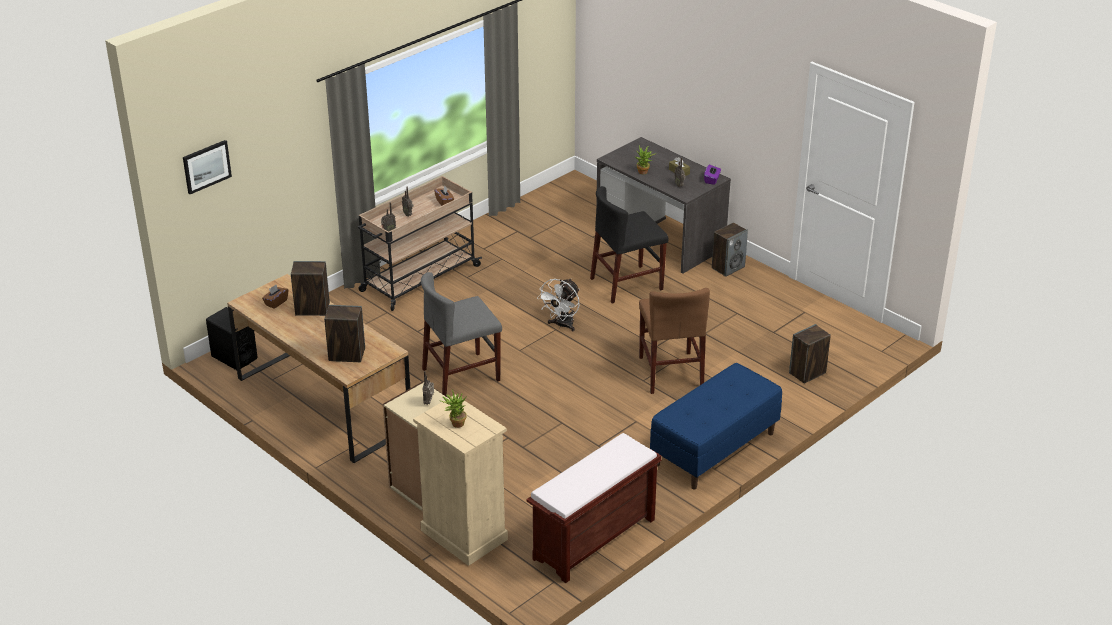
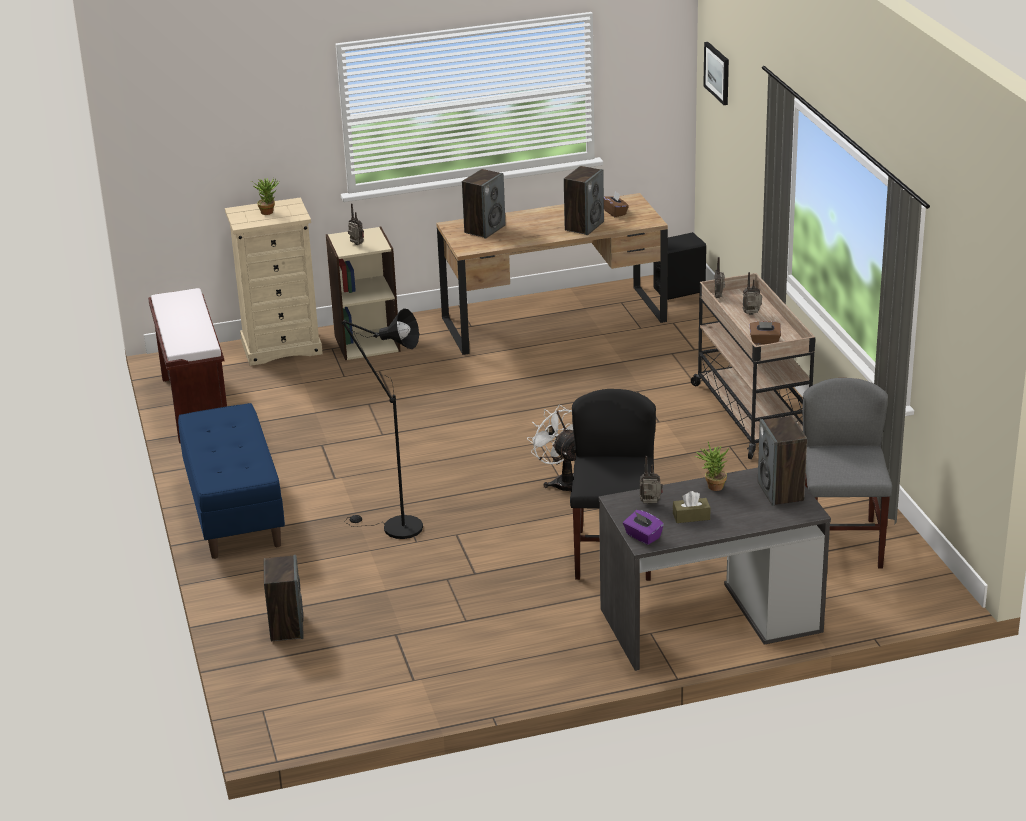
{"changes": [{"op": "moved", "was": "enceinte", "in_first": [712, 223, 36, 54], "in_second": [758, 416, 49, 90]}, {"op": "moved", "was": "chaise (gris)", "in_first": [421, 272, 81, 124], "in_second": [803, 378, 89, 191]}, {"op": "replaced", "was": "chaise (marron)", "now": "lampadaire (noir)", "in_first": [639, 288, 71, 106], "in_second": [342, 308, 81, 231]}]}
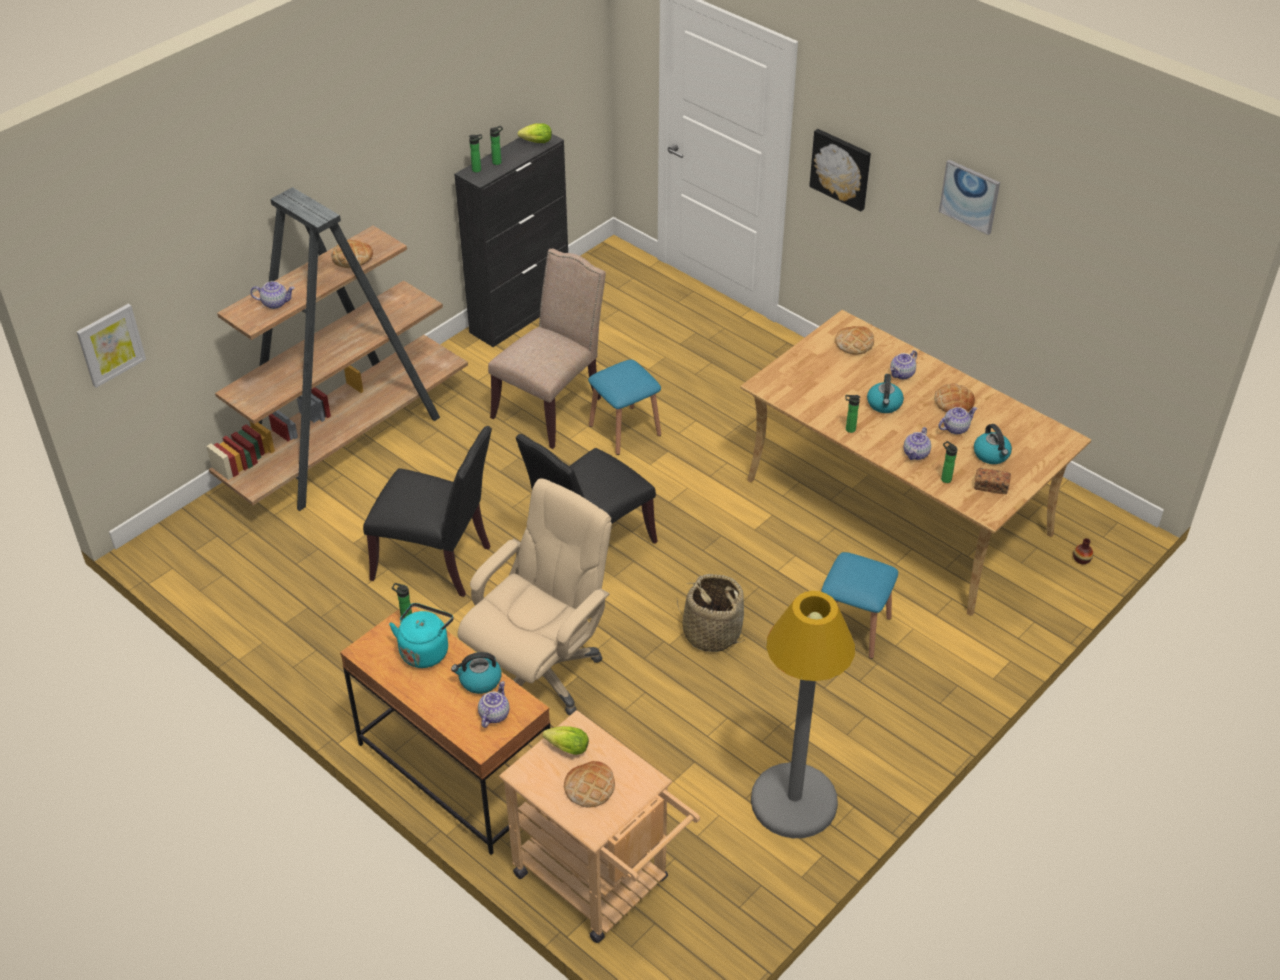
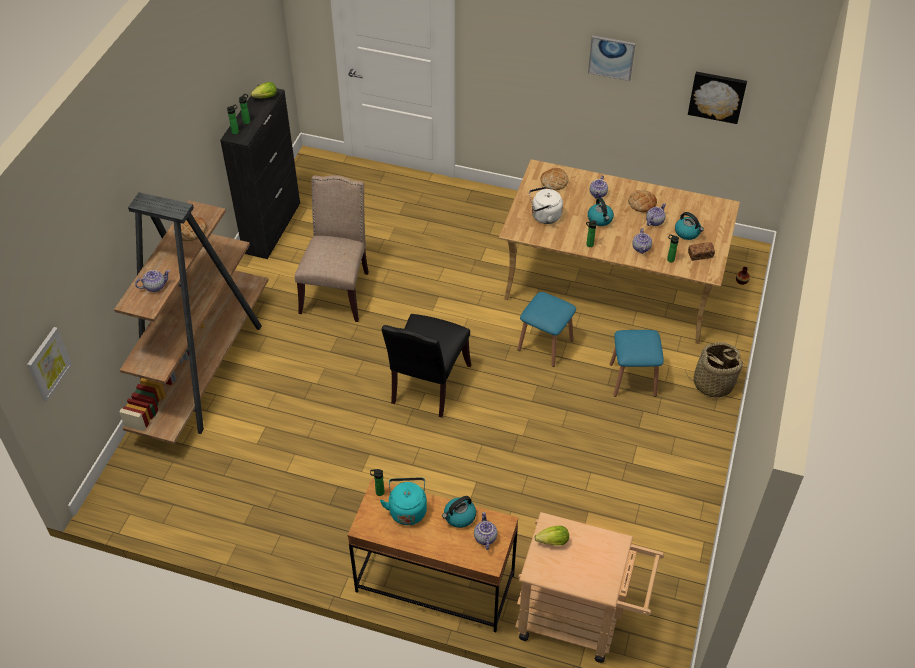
{"changes": [{"op": "moved", "was": "tableau", "in_first": [809, 129, 62, 82], "in_second": [688, 72, 59, 52]}, {"op": "moved", "was": "tabouret (bleu)", "in_first": [588, 360, 73, 95], "in_second": [517, 292, 59, 75]}, {"op": "removed", "was": "chaise (noir)", "in_first": [363, 426, 129, 171]}, {"op": "removed", "was": "chaise de bureau (beige)", "in_first": [457, 478, 155, 237]}, {"op": "moved", "was": "panier", "in_first": [677, 574, 68, 78], "in_second": [685, 342, 60, 56]}, {"op": "removed", "was": "lampadaire (gris)", "in_first": [751, 591, 104, 247]}, {"op": "removed", "was": "pain", "in_first": [564, 761, 51, 46]}, {"op": "added", "now": "bouilloire (blanc)", "in_second": [529, 186, 34, 38]}]}
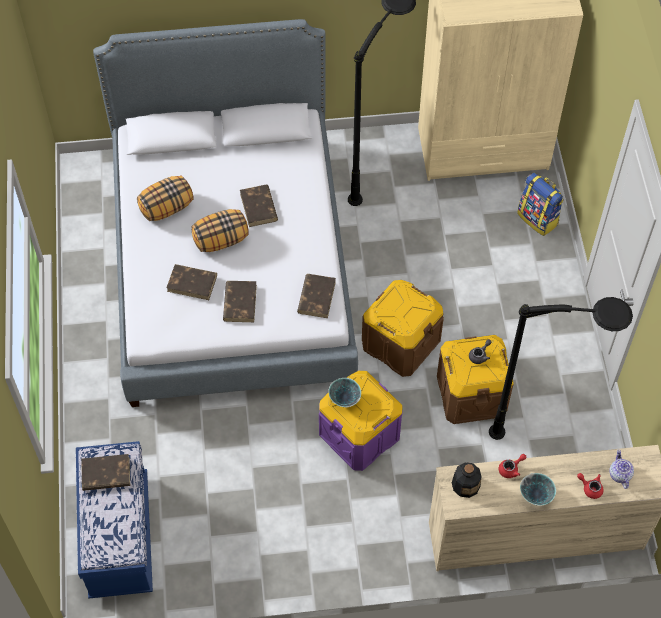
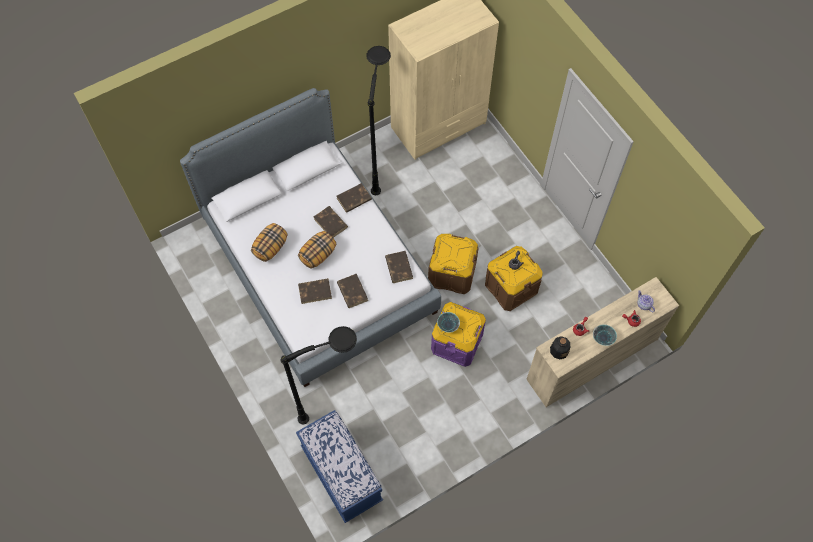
{"changes": [{"op": "removed", "was": "sac à dos", "in_first": [517, 173, 47, 63]}, {"op": "moved", "was": "lampadaire (noir)", "in_first": [489, 297, 144, 143], "in_second": [281, 326, 76, 98]}, {"op": "moved", "was": "livre (marron)", "in_first": [81, 454, 49, 37], "in_second": [337, 183, 35, 30]}]}
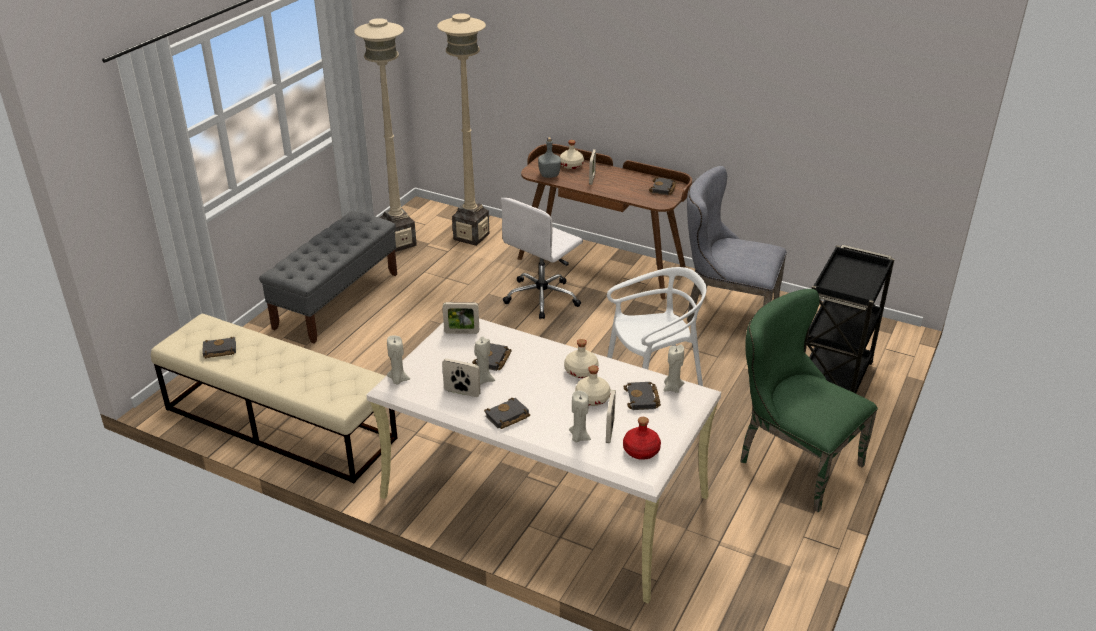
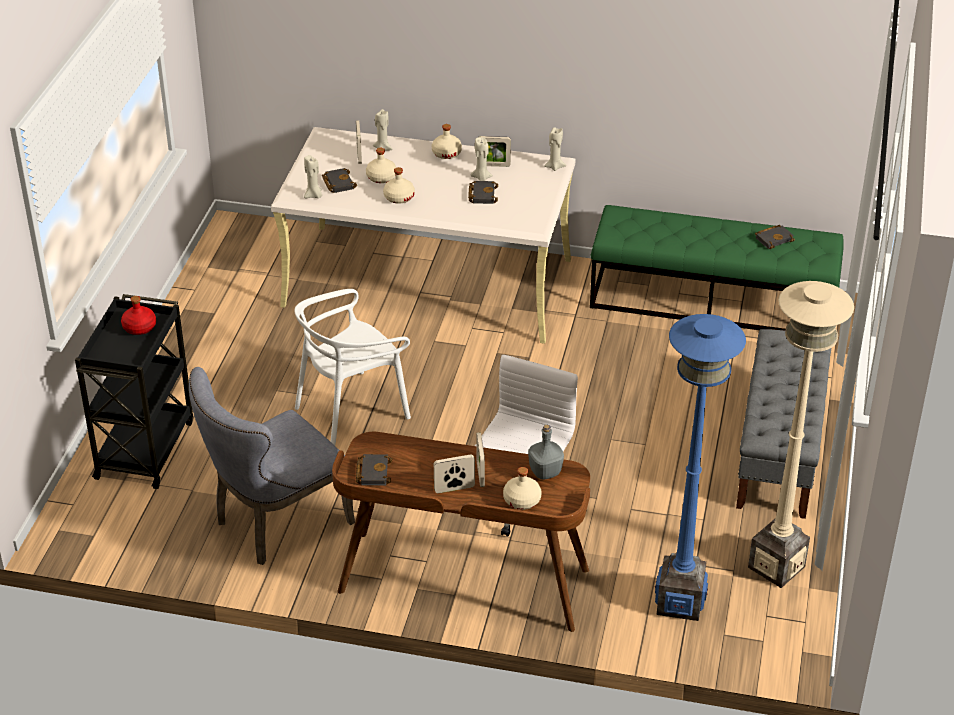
{"changes": [{"op": "recoloured", "was": "lampadaire (beige)", "now": "lampadaire (bleu)", "in_first": [437, 13, 52, 233], "in_second": [655, 314, 91, 307]}, {"op": "turned", "was": "chaise (gris)", "in_first": [687, 166, 100, 157], "in_second": [189, 367, 166, 198], "clockwise": 135}, {"op": "removed", "was": "chaise (vert)", "in_first": [741, 289, 137, 223]}, {"op": "moved", "was": "cadre photo", "in_first": [443, 302, 36, 32], "in_second": [434, 454, 41, 39]}, {"op": "recoloured", "was": "banc (beige)", "now": "banc (vert)", "in_first": [151, 314, 247, 169], "in_second": [590, 205, 254, 125]}, {"op": "replaced", "was": "livre (noir)", "now": "bouteille (beige)", "in_first": [484, 398, 46, 31], "in_second": [432, 124, 30, 35]}, {"op": "moved", "was": "bouteille (rouge)", "in_first": [623, 417, 38, 43], "in_second": [121, 296, 35, 39]}]}
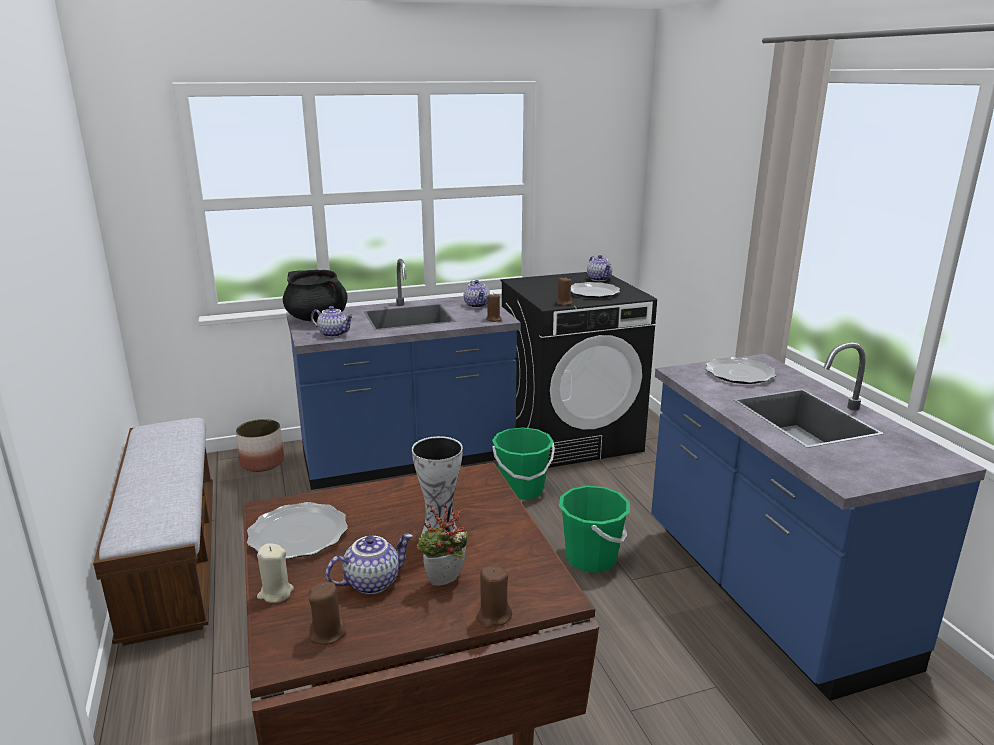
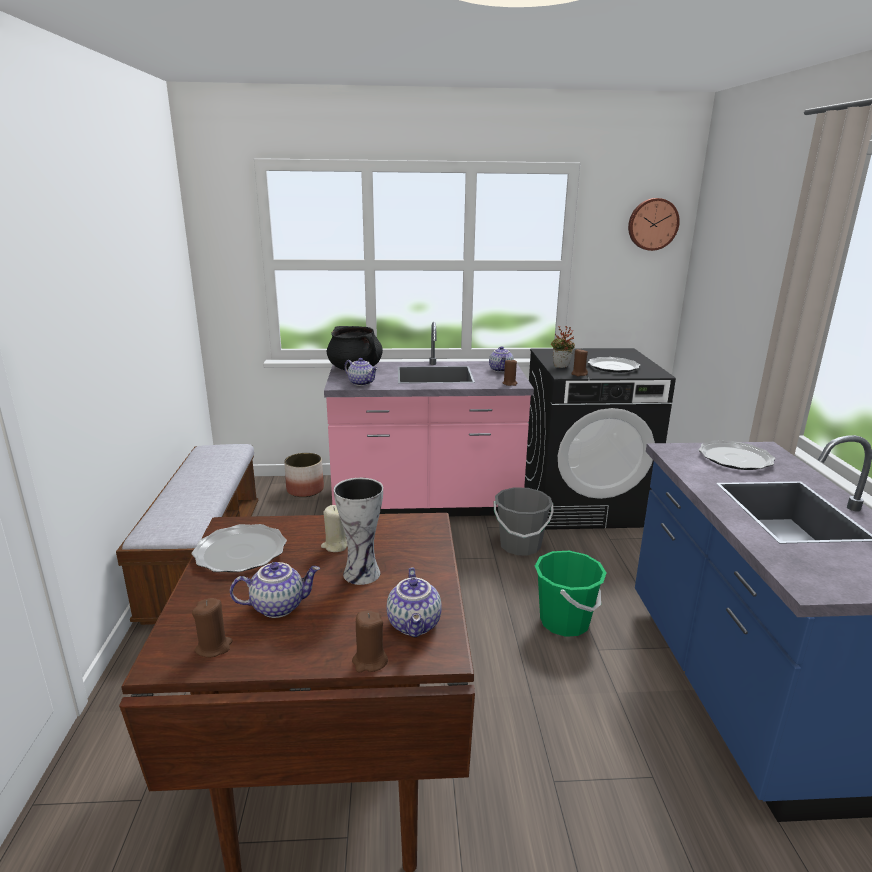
{"changes": [{"op": "moved", "was": "théière", "in_first": [587, 255, 25, 26], "in_second": [387, 567, 55, 70]}, {"op": "recoloured", "was": "comptoir de cuisine (bleu)", "now": "comptoir de cuisine (rose)", "in_first": [286, 259, 235, 231], "in_second": [324, 322, 210, 194]}, {"op": "recoloured", "was": "seau (vert)", "now": "seau (gris)", "in_first": [492, 427, 63, 73], "in_second": [494, 487, 59, 69]}, {"op": "moved", "was": "plante en pot", "in_first": [417, 504, 51, 82], "in_second": [551, 326, 24, 42]}, {"op": "moved", "was": "bougie (beige)", "in_first": [257, 543, 37, 60], "in_second": [321, 505, 27, 47]}, {"op": "added", "now": "horloge murale", "in_second": [628, 198, 52, 53]}]}
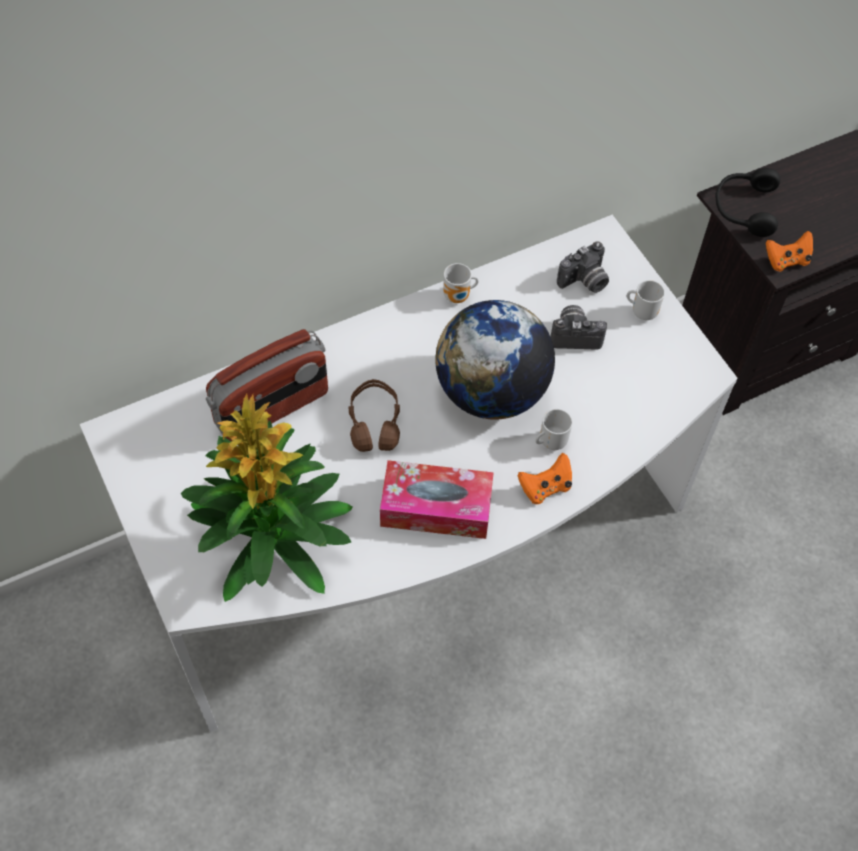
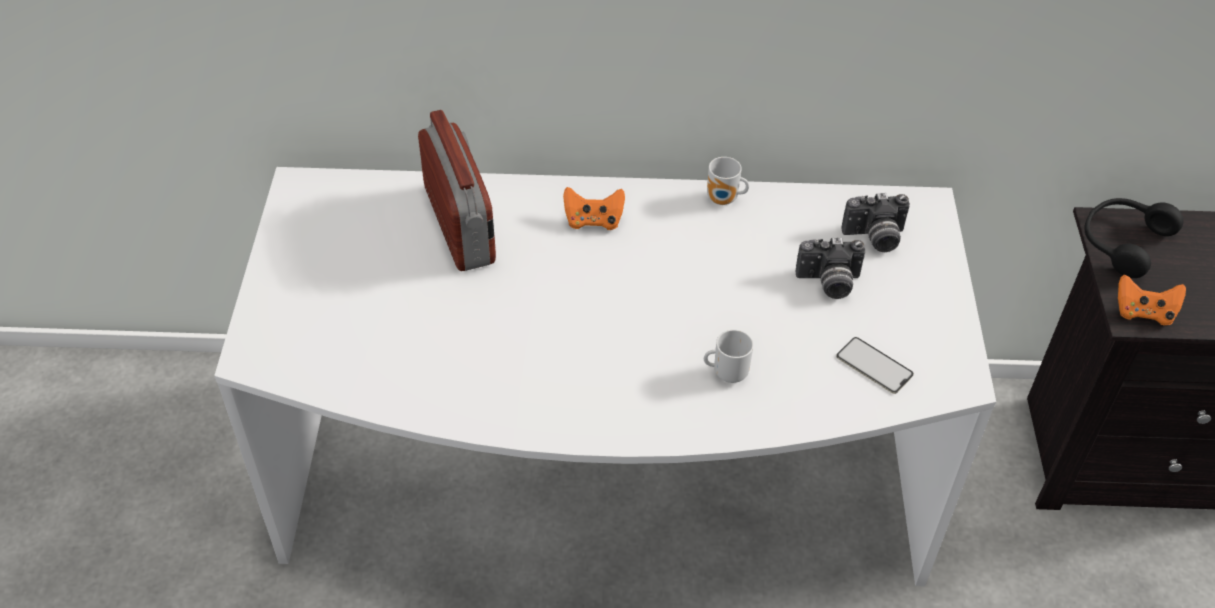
{"changes": [{"op": "removed", "was": "mug", "in_first": [627, 280, 38, 40]}, {"op": "removed", "was": "globe", "in_first": [435, 300, 120, 120]}, {"op": "turned", "was": "appareil photo", "in_first": [550, 305, 57, 45], "in_second": [795, 238, 70, 61], "clockwise": 150}, {"op": "turned", "was": "radio", "in_first": [206, 329, 122, 112], "in_second": [418, 110, 78, 161], "clockwise": -105}, {"op": "removed", "was": "casque audio (marron)", "in_first": [348, 379, 52, 73]}, {"op": "removed", "was": "plante en pot", "in_first": [181, 393, 172, 209]}, {"op": "moved", "was": "manette (orange)", "in_first": [517, 453, 55, 51], "in_second": [563, 187, 62, 43]}, {"op": "removed", "was": "boîte à mouchoirs", "in_first": [380, 460, 114, 79]}, {"op": "added", "now": "téléphone", "in_second": [836, 337, 78, 57]}]}
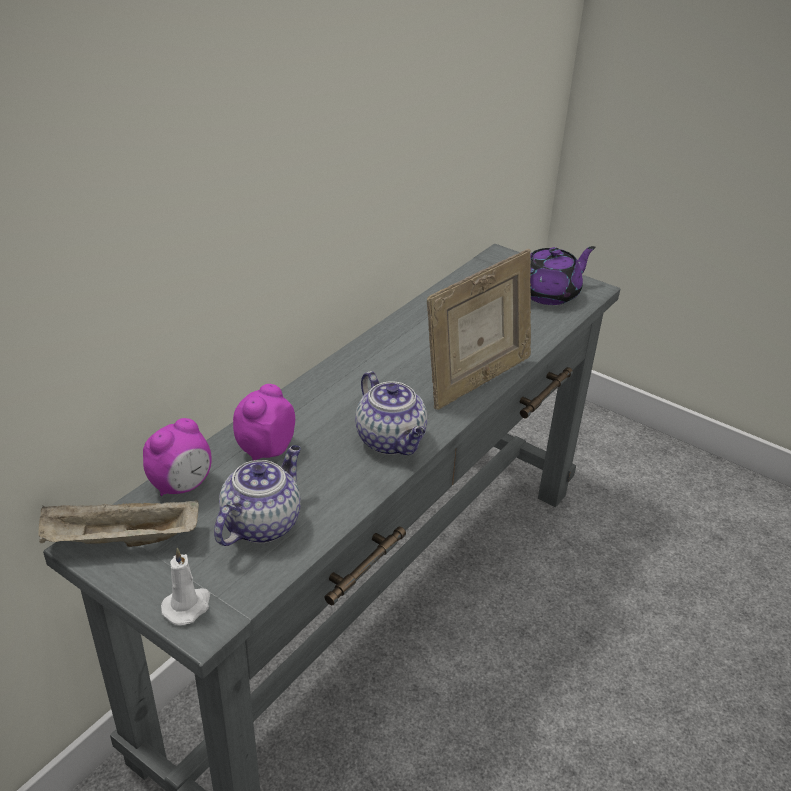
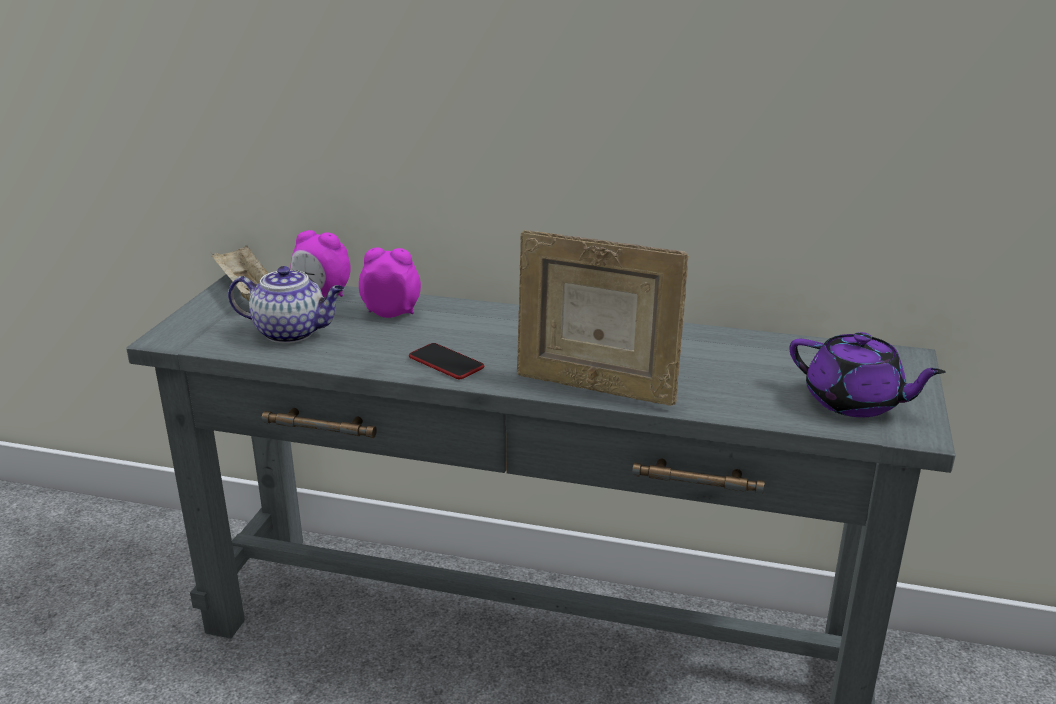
{"changes": [{"op": "replaced", "was": "théière", "now": "téléphone", "in_first": [355, 371, 72, 84], "in_second": [409, 343, 75, 36]}, {"op": "removed", "was": "bougie (blanc)", "in_first": [161, 547, 49, 79]}]}
